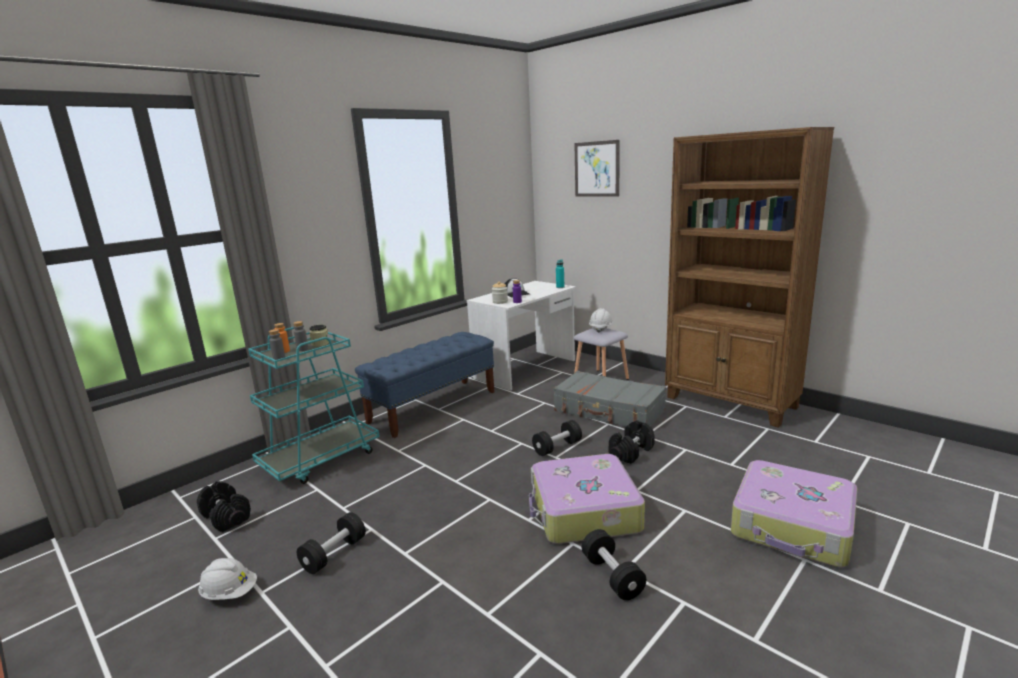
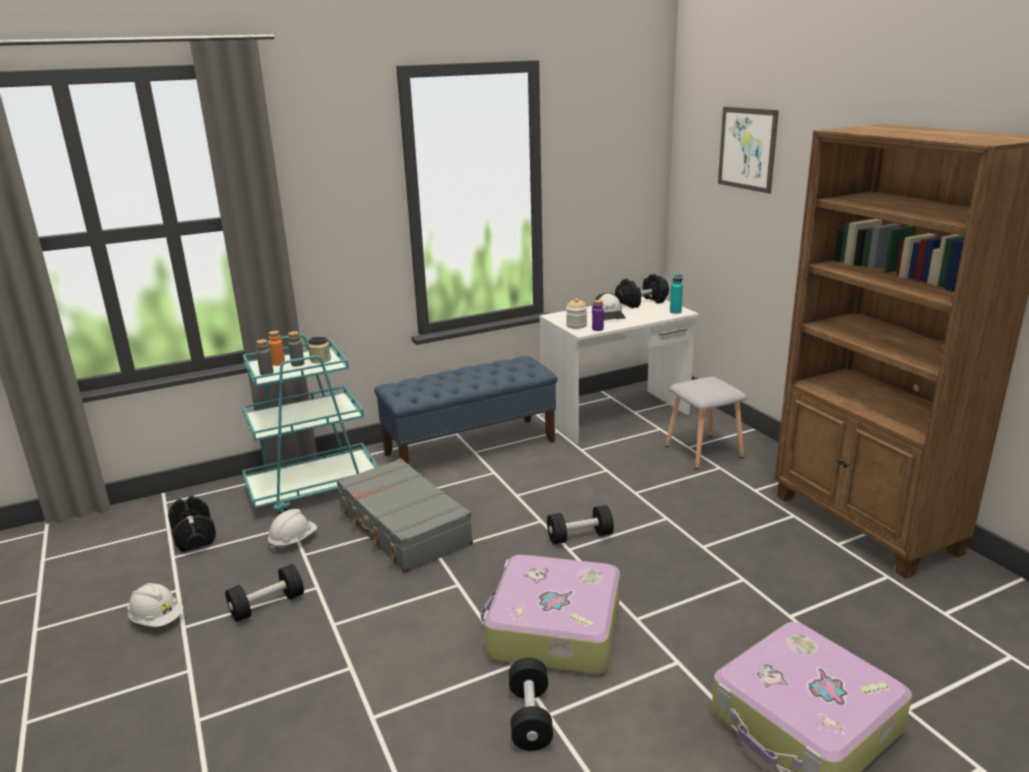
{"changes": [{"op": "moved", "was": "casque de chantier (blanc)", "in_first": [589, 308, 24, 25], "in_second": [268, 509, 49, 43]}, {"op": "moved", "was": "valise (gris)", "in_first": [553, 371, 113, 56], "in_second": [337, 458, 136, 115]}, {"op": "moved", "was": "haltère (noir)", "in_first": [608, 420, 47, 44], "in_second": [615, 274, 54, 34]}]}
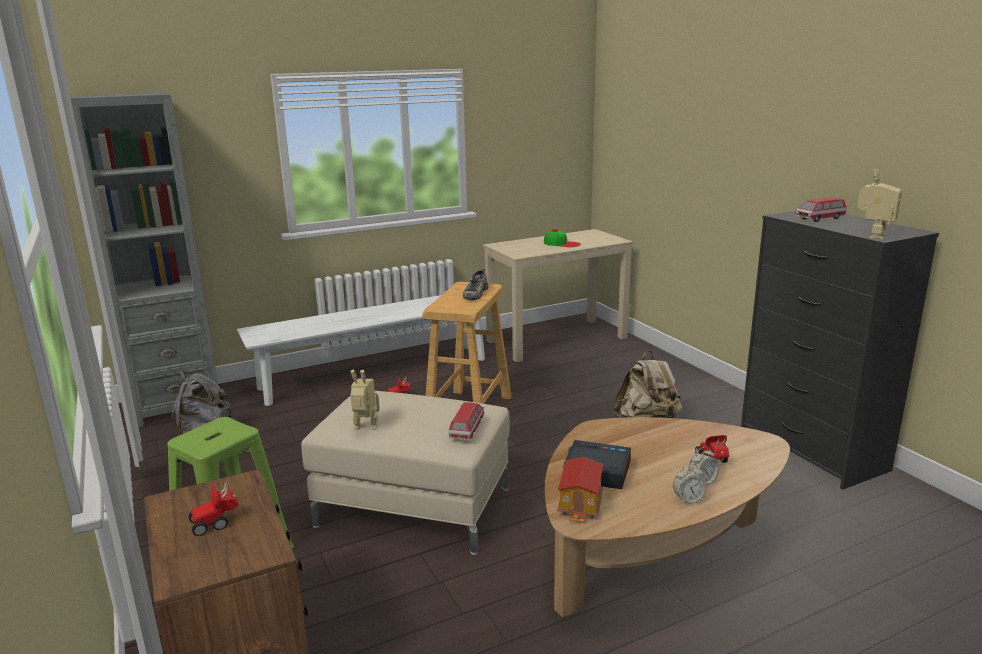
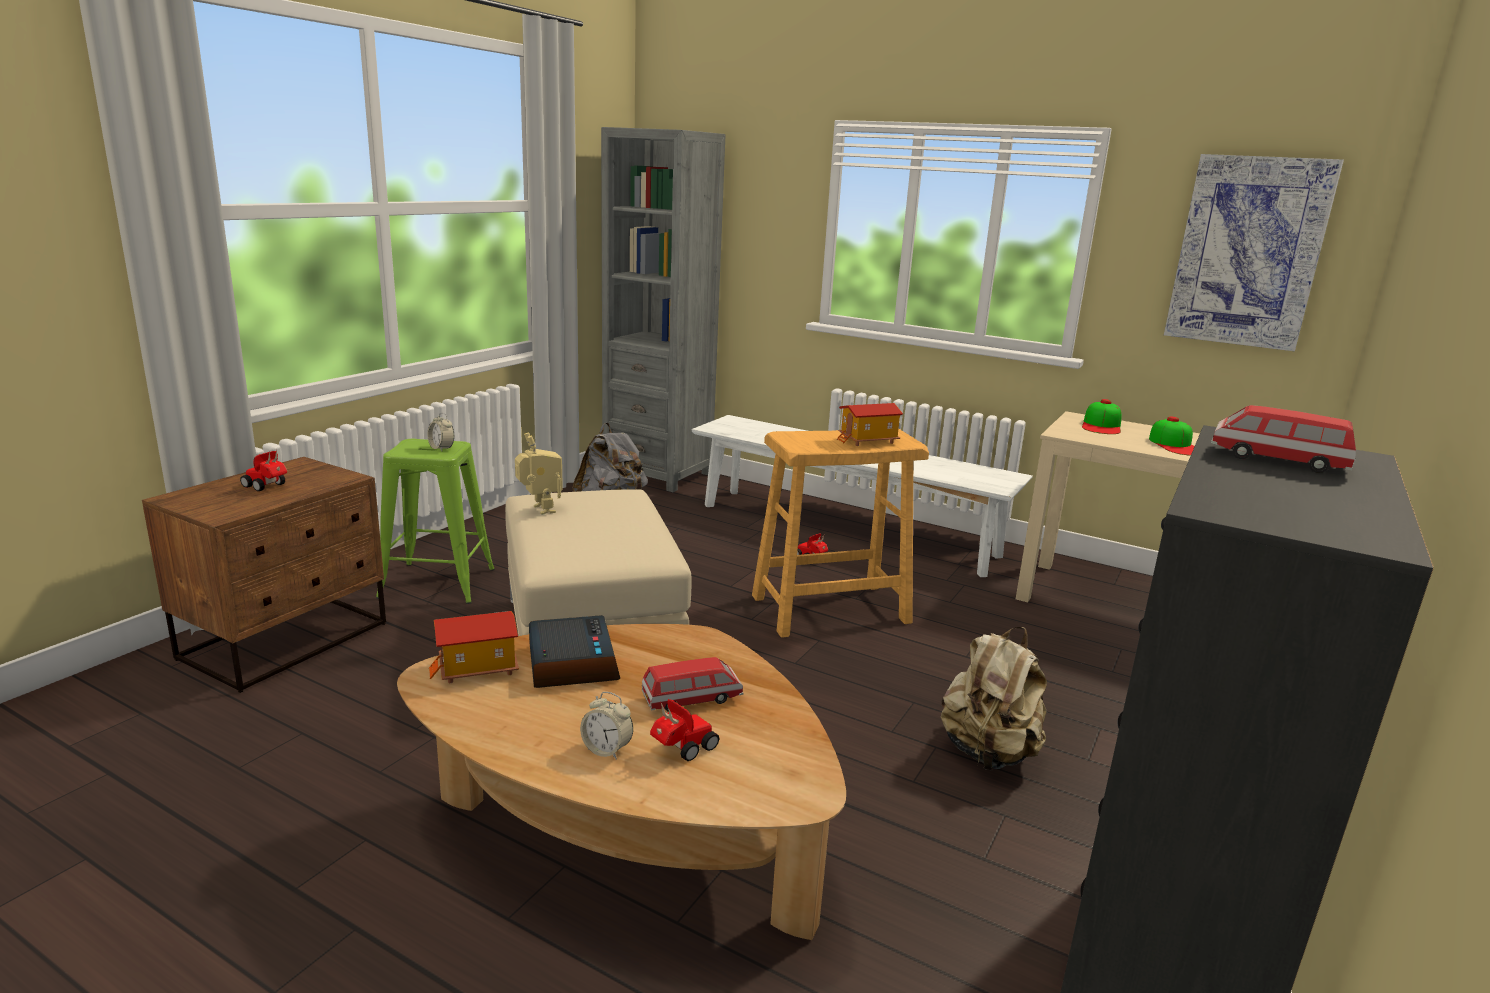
{"changes": [{"op": "removed", "was": "robot jouet", "in_first": [857, 168, 45, 71]}, {"op": "replaced", "was": "chaussure", "now": "maison miniature", "in_first": [463, 269, 25, 31], "in_second": [837, 403, 66, 43]}, {"op": "moved", "was": "petite voiture", "in_first": [449, 402, 36, 38], "in_second": [642, 657, 102, 55]}, {"op": "moved", "was": "réveil", "in_first": [673, 463, 34, 41], "in_second": [428, 413, 26, 38]}, {"op": "added", "now": "tableau", "in_second": [1164, 154, 180, 197]}, {"op": "added", "now": "casquette", "in_second": [1082, 399, 40, 35]}]}
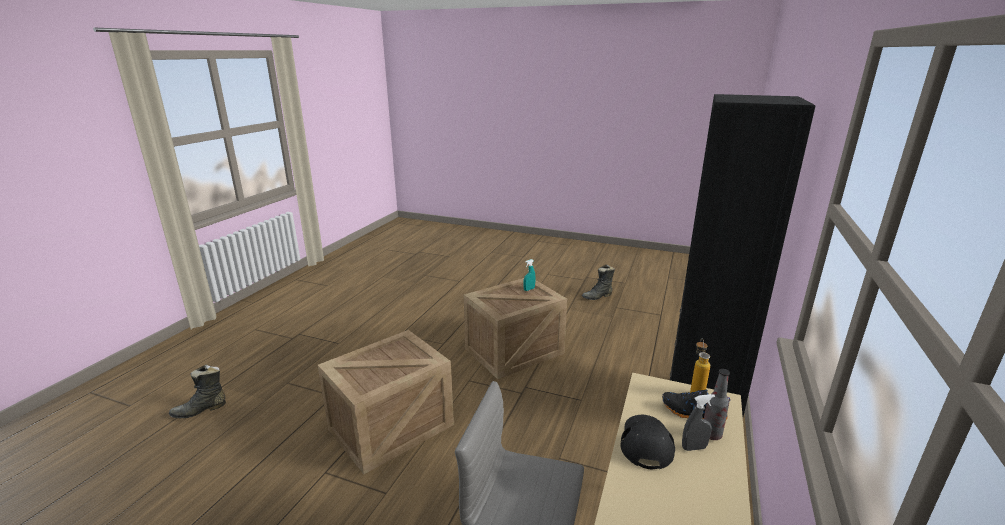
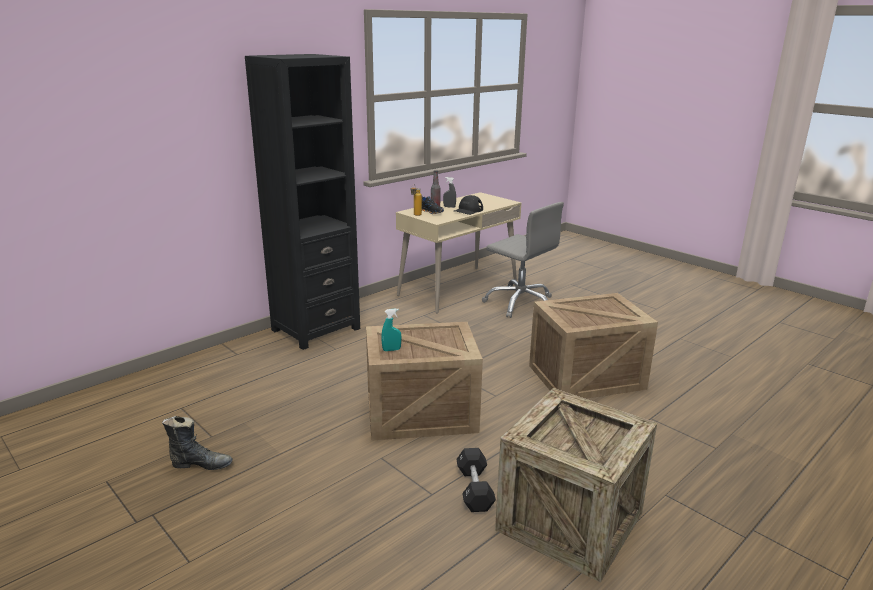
{"changes": [{"op": "removed", "was": "botte (noir)", "in_first": [169, 365, 57, 53]}, {"op": "added", "now": "caisse", "in_second": [495, 388, 162, 194]}, {"op": "added", "now": "haltère (noir)", "in_second": [456, 448, 40, 64]}]}
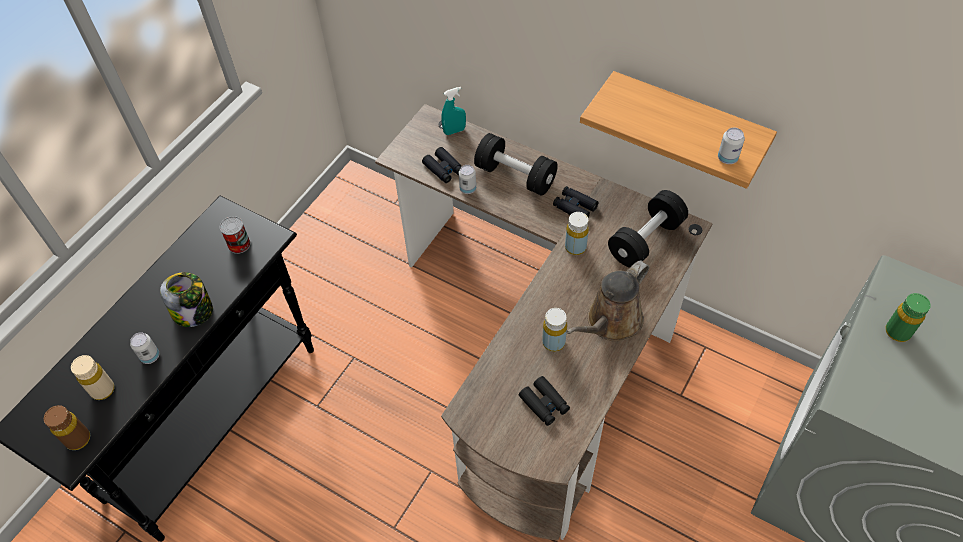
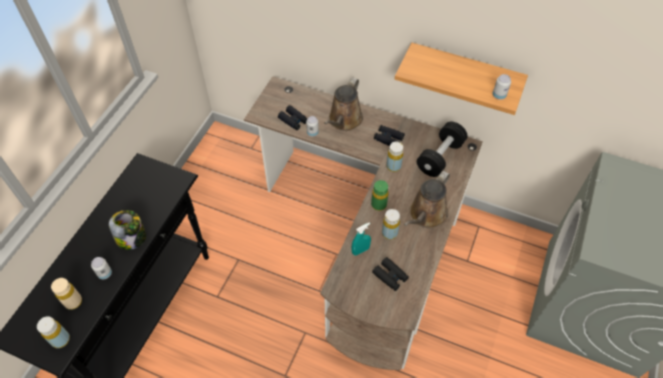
{"changes": [{"op": "moved", "was": "vaporisateur (turquoise)", "in_first": [441, 87, 25, 48], "in_second": [352, 222, 19, 34]}, {"op": "replaced", "was": "haltère (noir)", "now": "arrosoir (marron)", "in_first": [474, 133, 84, 63], "in_second": [324, 78, 39, 53]}, {"op": "removed", "was": "boîte métallique", "in_first": [220, 216, 31, 38]}, {"op": "moved", "was": "bouteille (vert)", "in_first": [885, 293, 46, 49], "in_second": [371, 180, 17, 31]}, {"op": "recoloured", "was": "bouteille (marron)", "now": "bouteille (jaune)", "in_first": [44, 405, 46, 45], "in_second": [37, 316, 33, 32]}]}
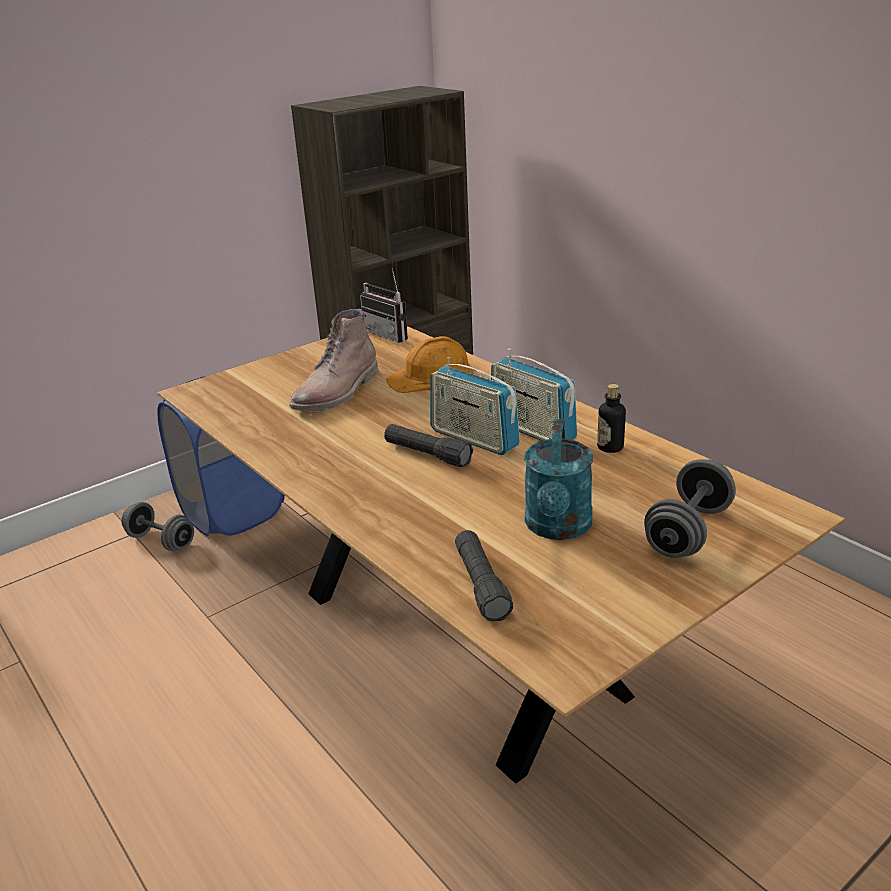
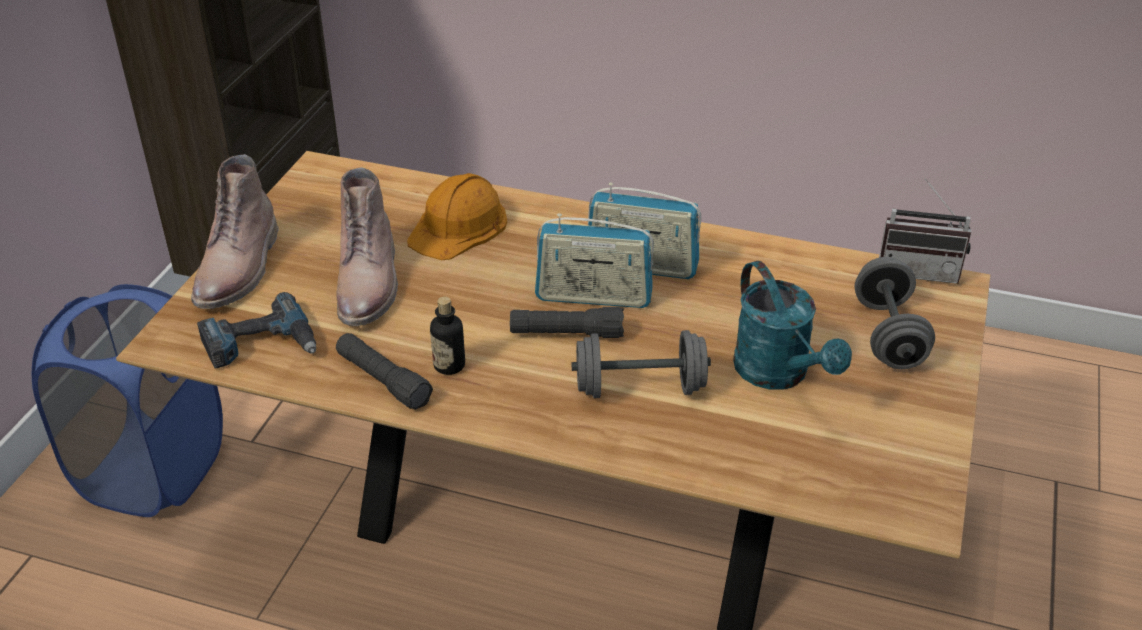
{"changes": [{"op": "moved", "was": "radio", "in_first": [360, 268, 48, 75], "in_second": [879, 178, 92, 106]}, {"op": "moved", "was": "bouteille", "in_first": [597, 384, 29, 69], "in_second": [430, 297, 35, 78]}, {"op": "moved", "was": "haltère (gris)", "in_first": [121, 502, 73, 49], "in_second": [572, 330, 139, 68]}, {"op": "moved", "was": "lampe de poche (noir)", "in_first": [455, 530, 58, 91], "in_second": [336, 333, 97, 77]}, {"op": "added", "now": "botte (marron)", "in_second": [191, 154, 88, 155]}, {"op": "added", "now": "perceuse", "in_second": [197, 292, 119, 76]}]}
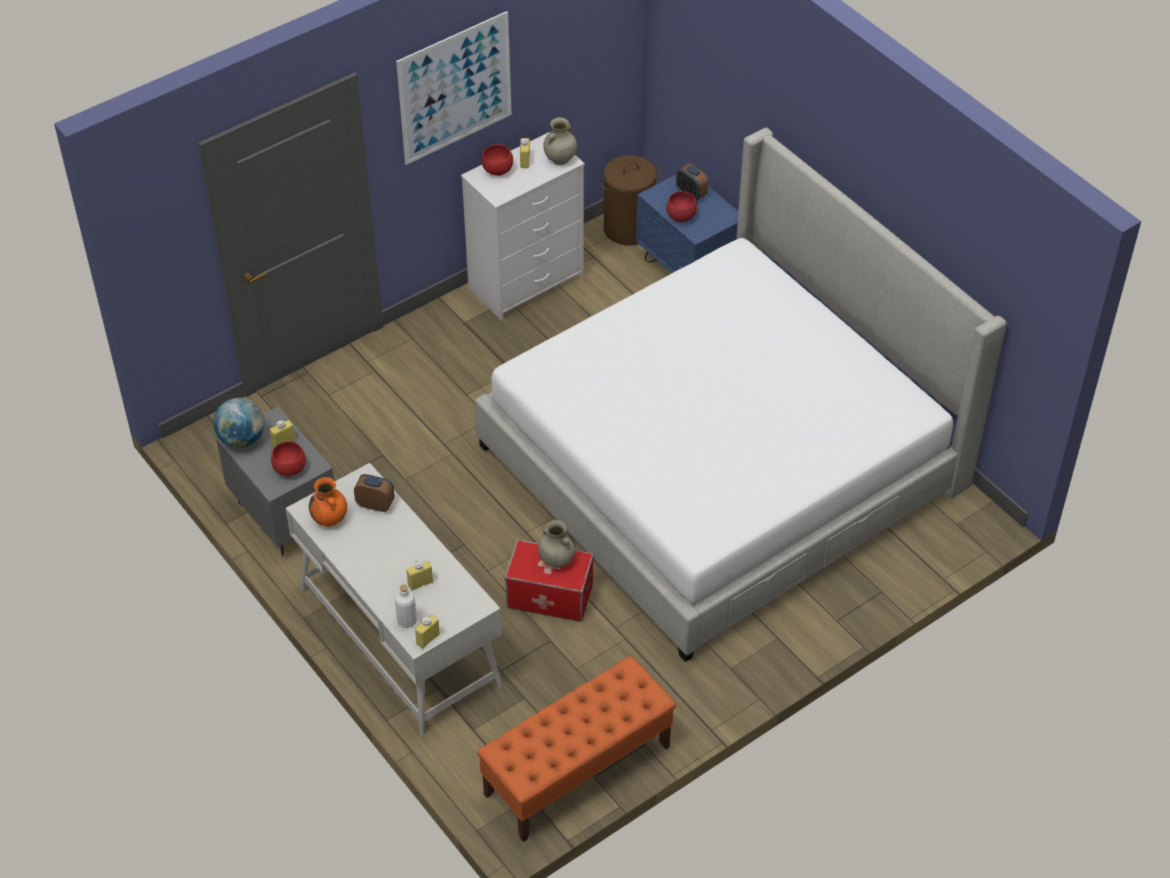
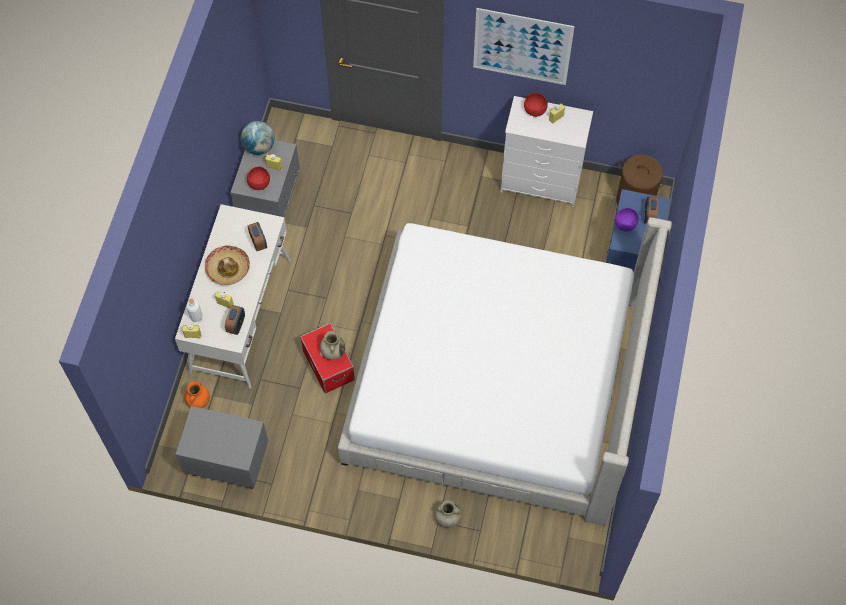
{"changes": [{"op": "moved", "was": "vase (beige)", "in_first": [543, 117, 34, 48], "in_second": [435, 500, 26, 28]}, {"op": "recoloured", "was": "bol (rouge)", "now": "bol (violet)", "in_first": [666, 191, 31, 31], "in_second": [615, 208, 24, 24]}, {"op": "moved", "was": "vase (orange)", "in_first": [309, 477, 38, 50], "in_second": [185, 382, 25, 26]}, {"op": "replaced", "was": "banc (orange)", "now": "table de chevet (gris)", "in_first": [477, 656, 199, 186], "in_second": [175, 406, 93, 83]}, {"op": "added", "now": "chapeau", "in_second": [205, 245, 45, 40]}, {"op": "added", "now": "réveil", "in_second": [225, 305, 20, 30]}]}
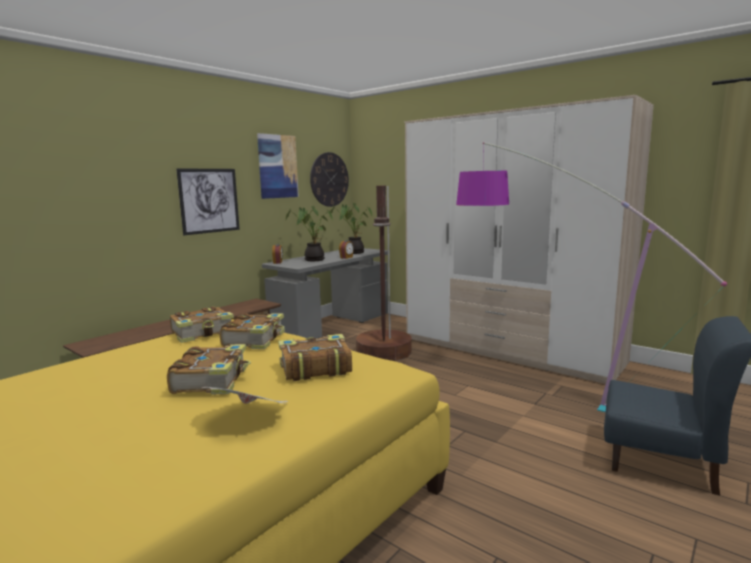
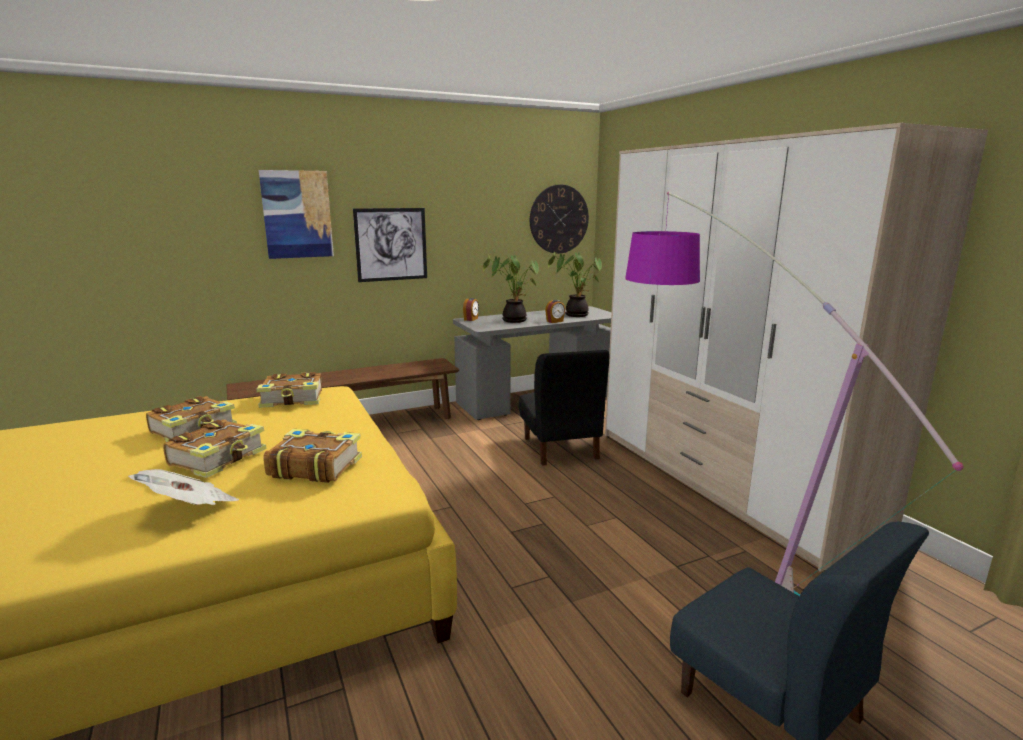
{"changes": [{"op": "moved", "was": "tableau", "in_first": [257, 133, 42, 66], "in_second": [259, 170, 75, 89]}, {"op": "replaced", "was": "lampadaire (marron)", "now": "chaise (noir)", "in_first": [356, 186, 56, 175], "in_second": [519, 350, 90, 116]}, {"op": "moved", "was": "livre", "in_first": [220, 313, 65, 36], "in_second": [146, 396, 91, 46]}]}
